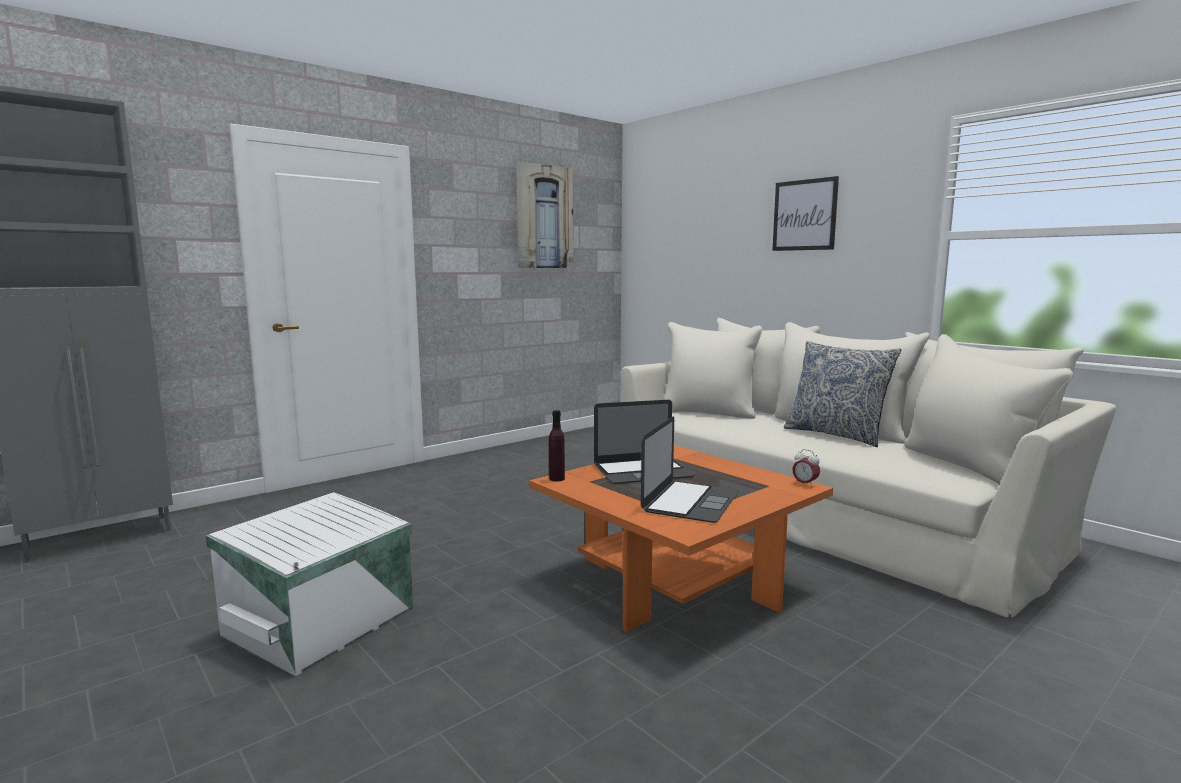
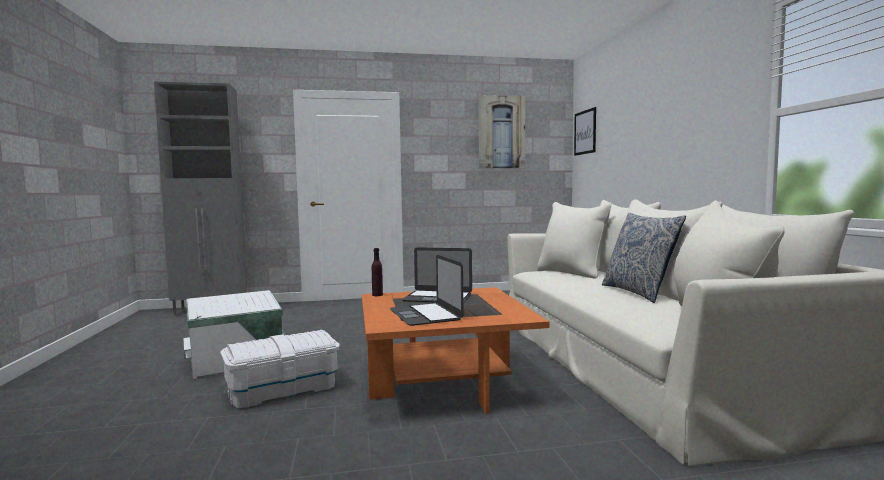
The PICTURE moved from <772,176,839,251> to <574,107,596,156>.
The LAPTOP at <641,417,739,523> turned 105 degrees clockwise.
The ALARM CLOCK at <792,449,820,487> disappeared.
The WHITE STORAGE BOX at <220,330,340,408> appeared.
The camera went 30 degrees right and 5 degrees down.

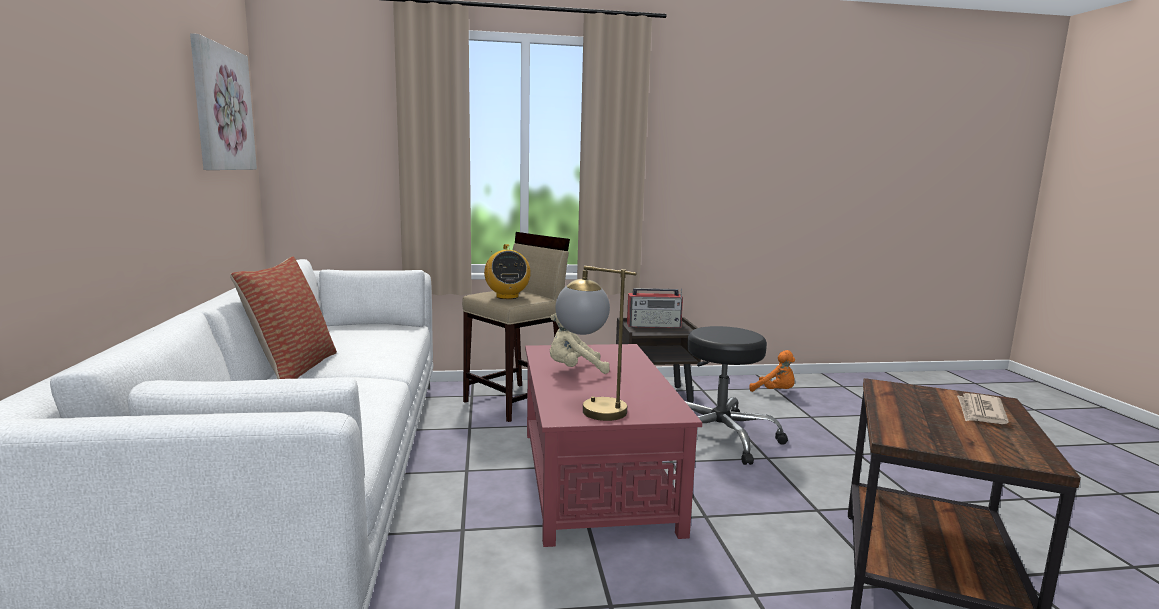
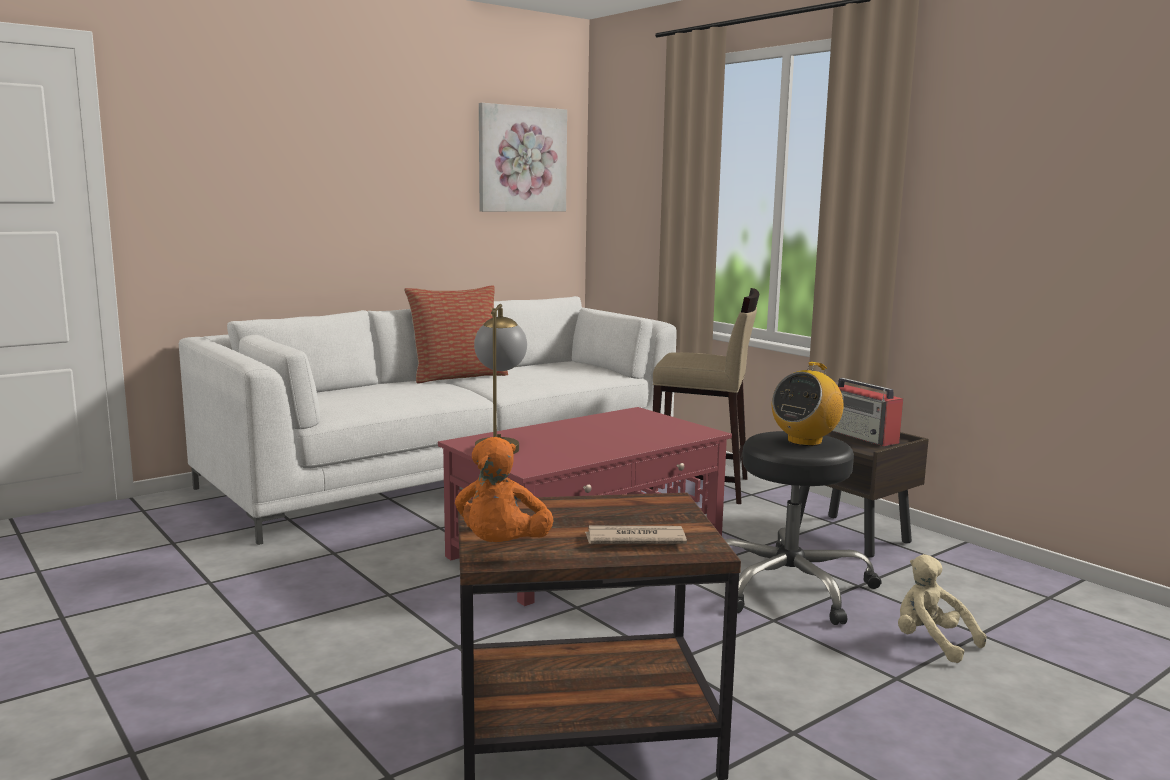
The RADIO moved from <484,244,531,299> to <772,362,844,446>.
The BEIGE PLUSH TOY moved from <550,313,610,374> to <898,554,987,663>.
The ORANGE PLUSH TOY moved from <749,350,795,392> to <455,437,553,542>.
The camera went 60 degrees right and 0 degrees up.

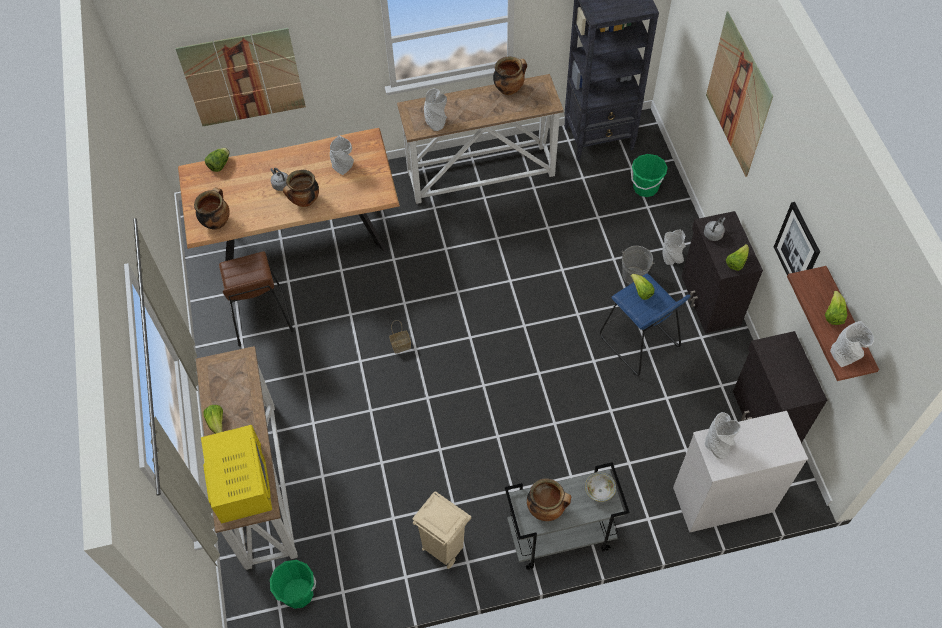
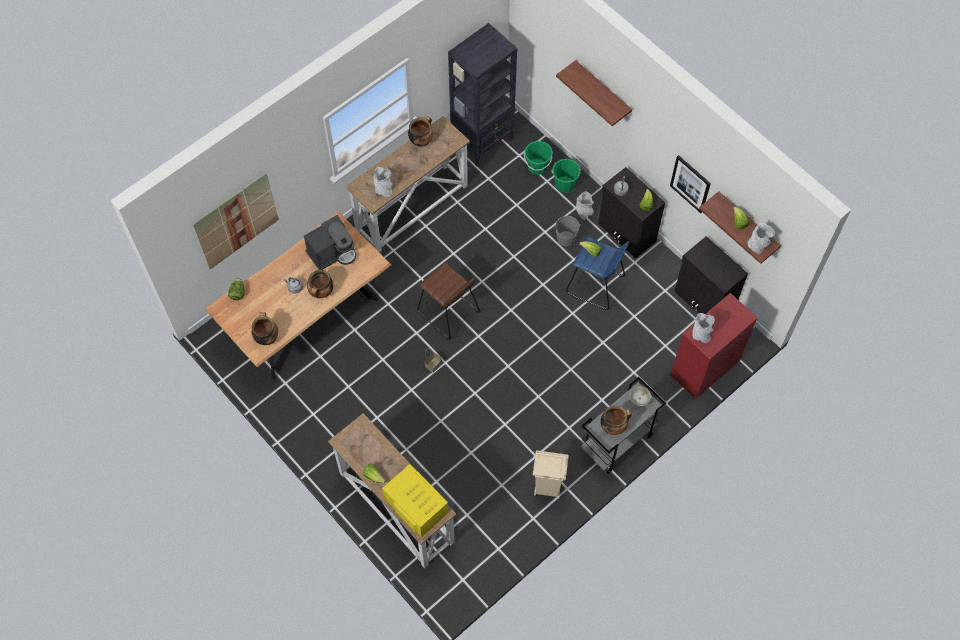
The PICTURE at <706,11,773,177> was replaced by the SHELF at <556,60,632,126>.
The GREY VASE at <330,135,354,175> was replaced by the COFFEE MACHINE at <304,215,356,270>.
The BROWN STOOL moved from <219,251,294,347> to <417,262,480,340>.
The WHITE DRESSER at <673,411,808,532> became the RED DRESSER at <670,293,758,399>.
The GREEN BUCKET moved from <270,560,316,609> to <551,159,581,193>.
The camera went 30 degrees left and 5 degrees up.

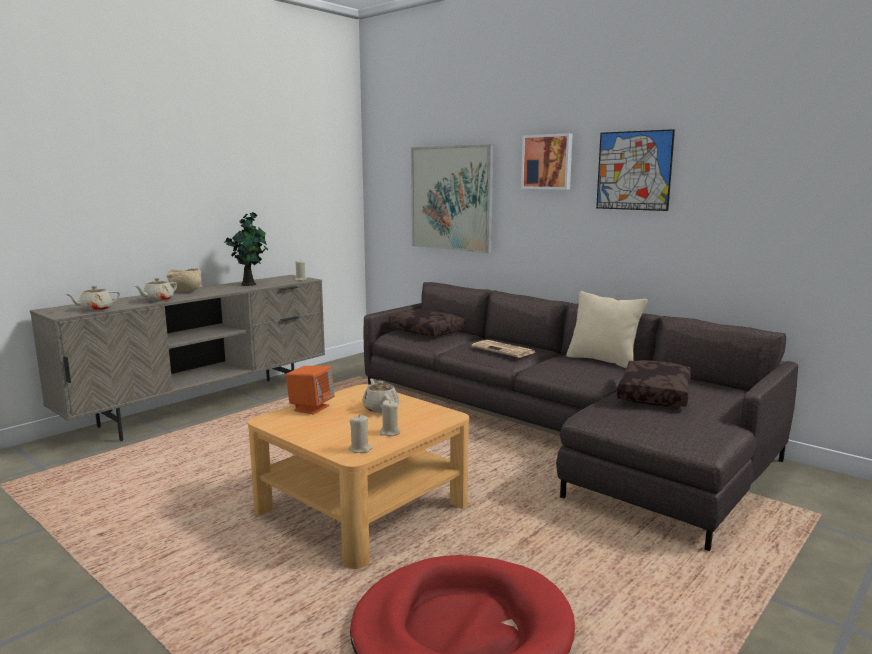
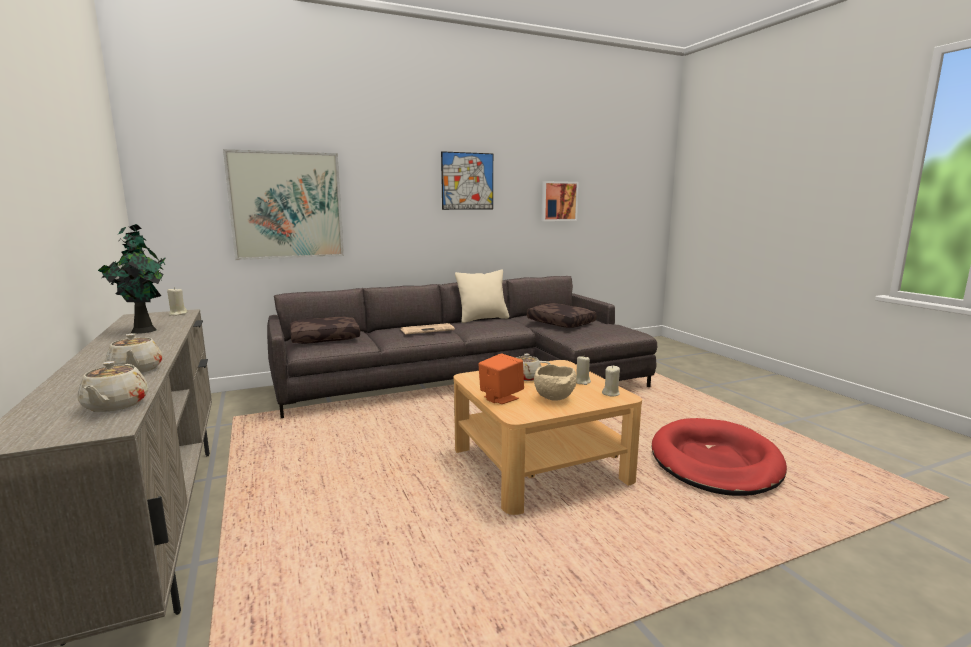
The PICTURE moved from <521,133,573,190> to <541,181,579,221>.
The BEIGE BOWL moved from <166,268,202,292> to <534,364,577,401>.
The camera went 65 degrees left and 0 degrees up.

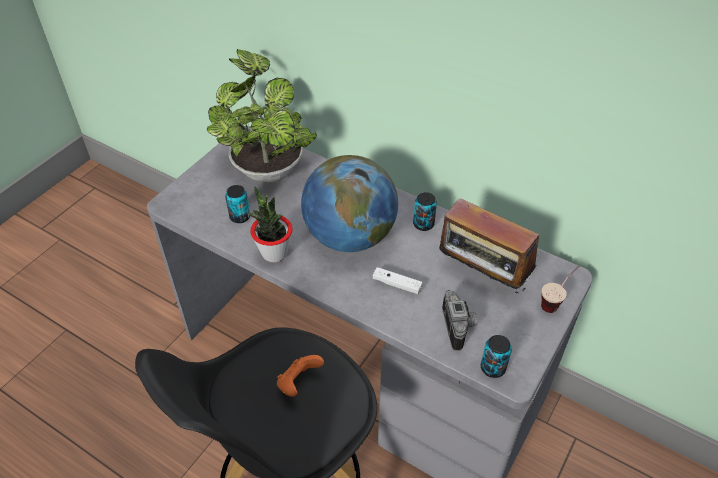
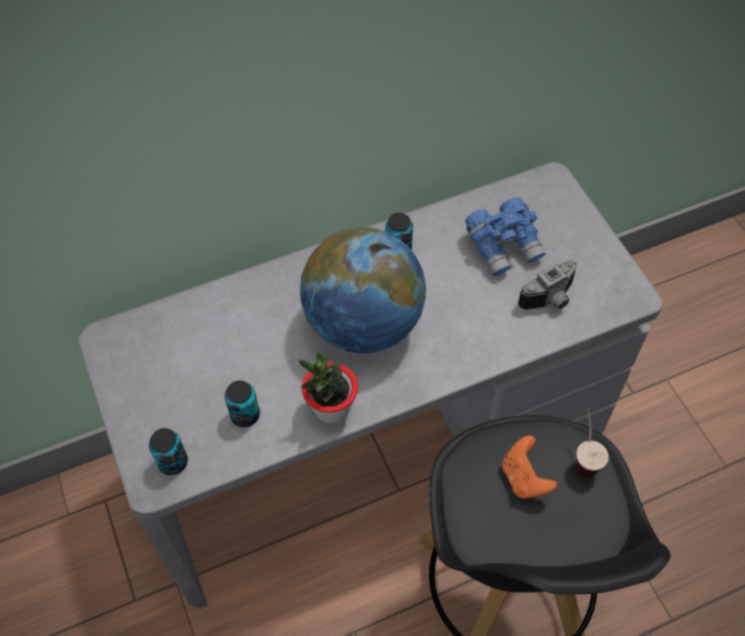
The POTTED PLANT at <207,49,317,184> disappeared.
The RADIO at <439,198,539,294> was replaced by the BLUE BINOCULARS at <465,197,545,275>.
The CUP moved from <541,266,580,313> to <577,408,609,477>.
The WHITE GAME CONTROLLER at <373,267,422,294> disappeared.
The PHOTO CAMERA at <442,290,478,351> turned 120 degrees clockwise.
The CAN moved from <481,335,512,378> to <149,428,188,475>.
The camera went 55 degrees left and 10 degrees up.

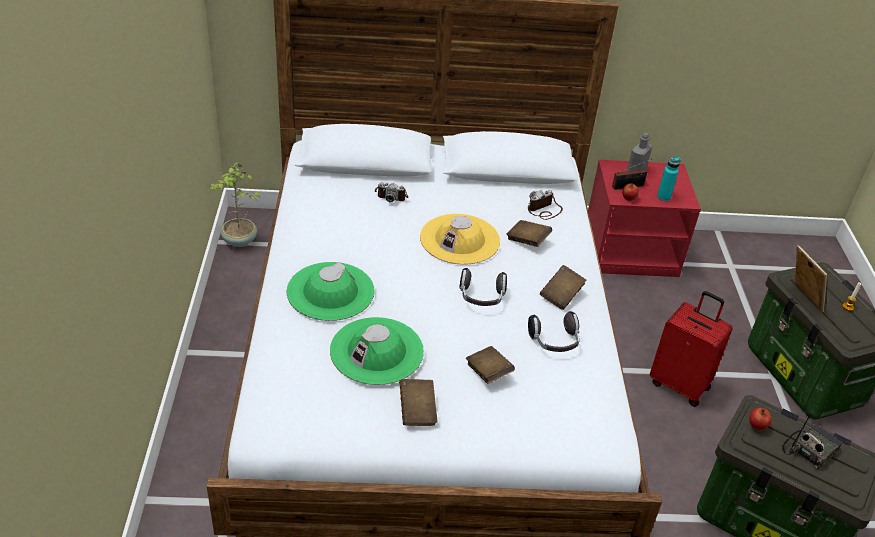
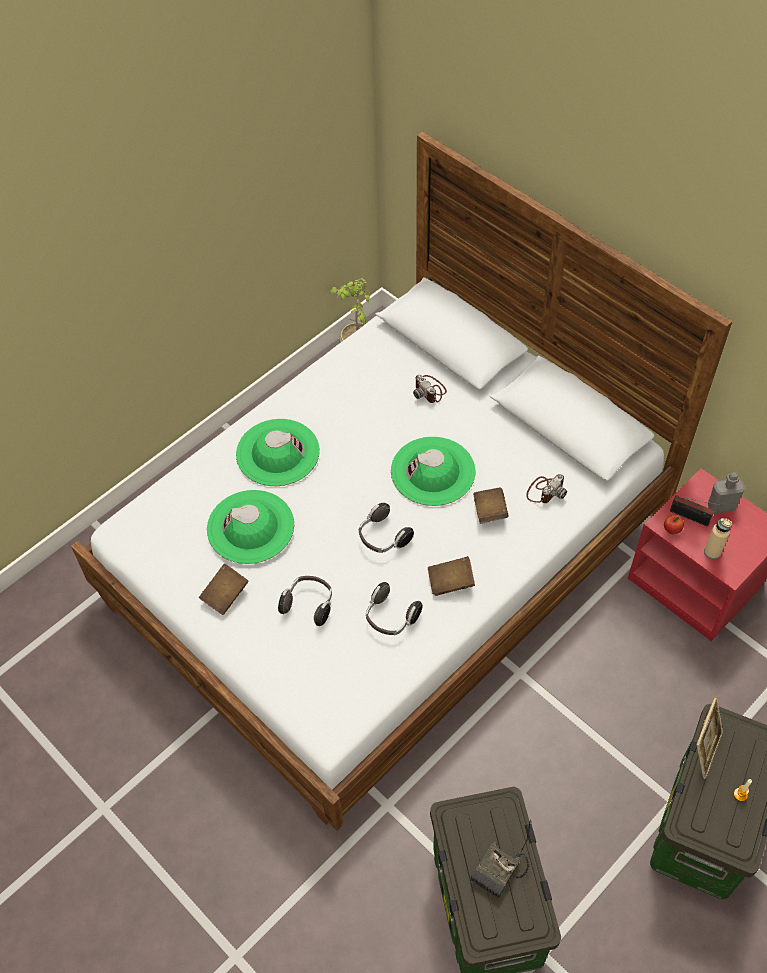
The TURQUOISE BOTTLE at <657,157,681,201> became the BEIGE BOTTLE at <704,518,732,559>.
The PHOTO CAMERA at <528,190,563,220> turned 120 degrees clockwise.
The YELLOW HAT at <420,214,500,265> became the GREEN HAT at <391,437,475,506>.
The RED SUITCASE at <650,291,733,407> disappeared.
The BROWN BOOK at <466,346,515,384> was replaced by the HEADPHONES at <278,576,332,626>.
The APPLE at <749,407,772,430> disappeared.
The RADIO at <782,412,843,470> turned 120 degrees clockwise.
The camera went 50 degrees right and 15 degrees up.

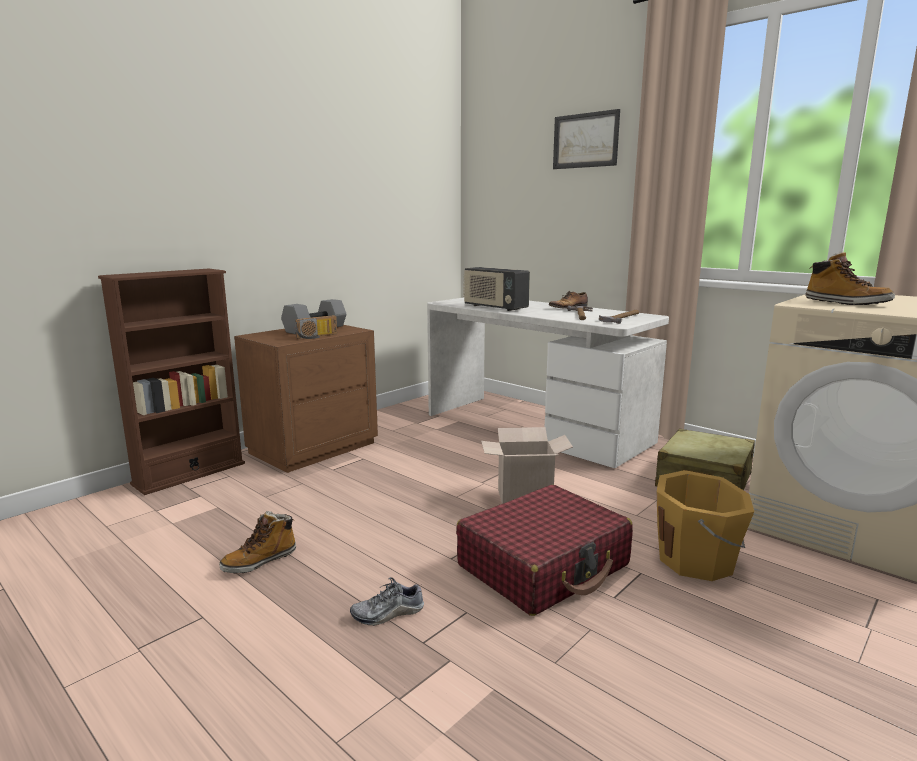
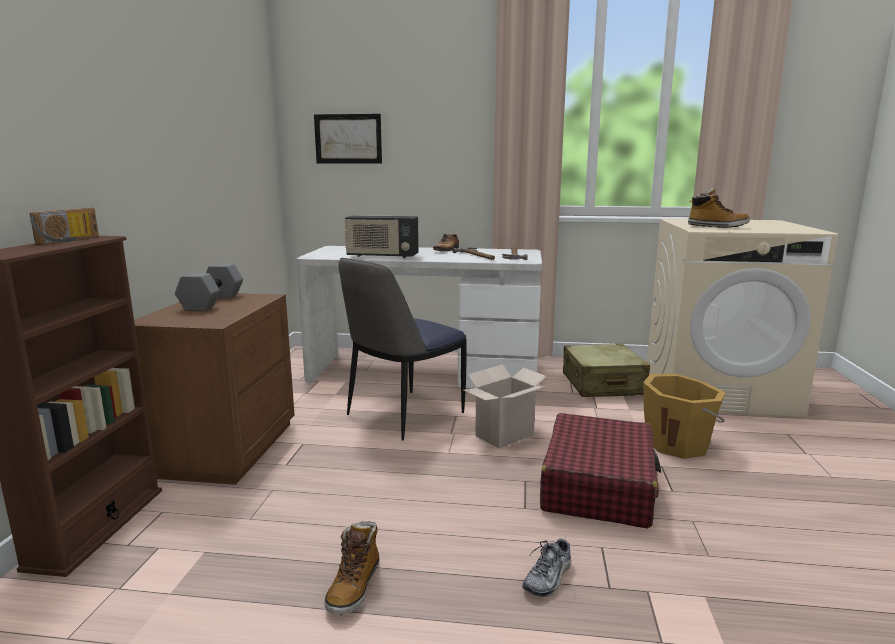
The PICTURE moved from <553,109,620,169> to <314,114,382,163>.
The RADIO moved from <294,315,337,339> to <30,208,99,244>.
The CHAIR at <338,258,467,440> appeared.
The camera went 35 degrees left and 0 degrees up.

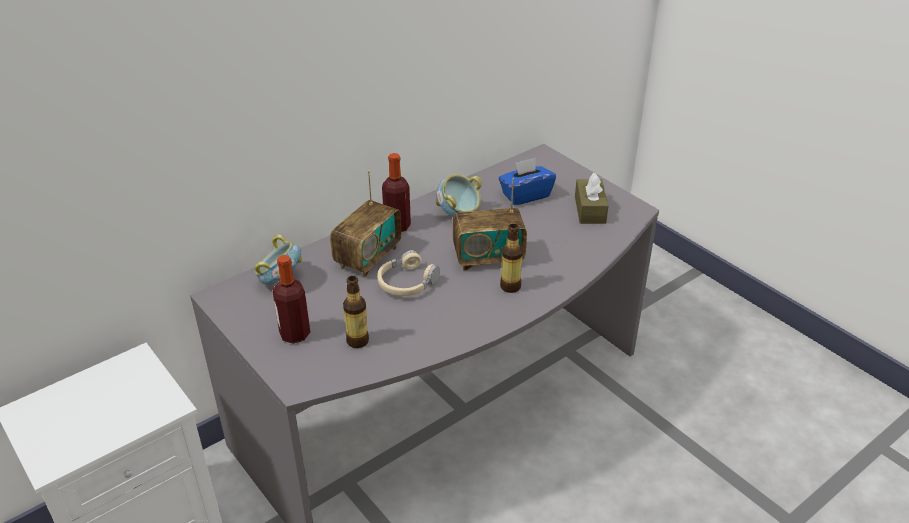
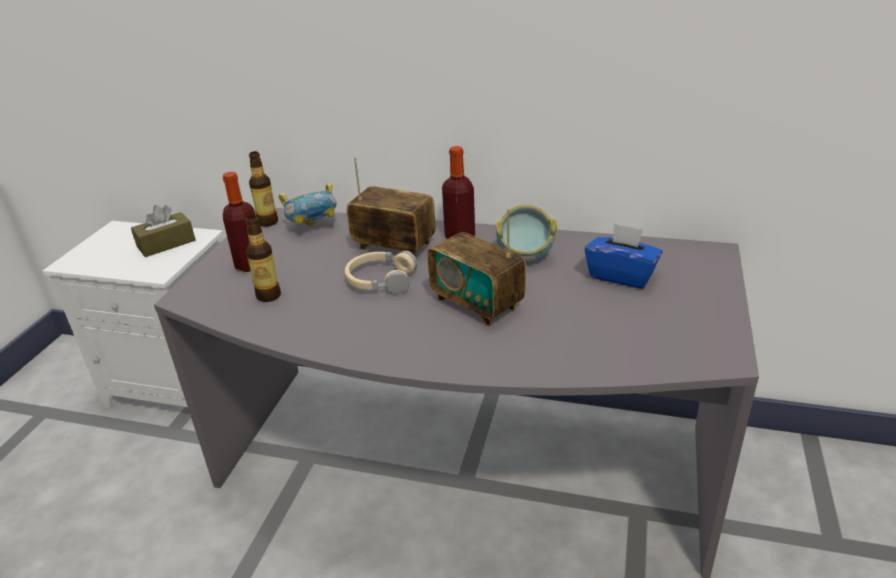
The RADIO at <330,170,401,277> turned 150 degrees counterclockwise.
The BROWN TISSUE BOX moved from <575,172,608,224> to <131,205,195,257>.
The BOTTLE moved from <500,224,523,293> to <249,151,278,227>.
The camera went 55 degrees right and 5 degrees down.

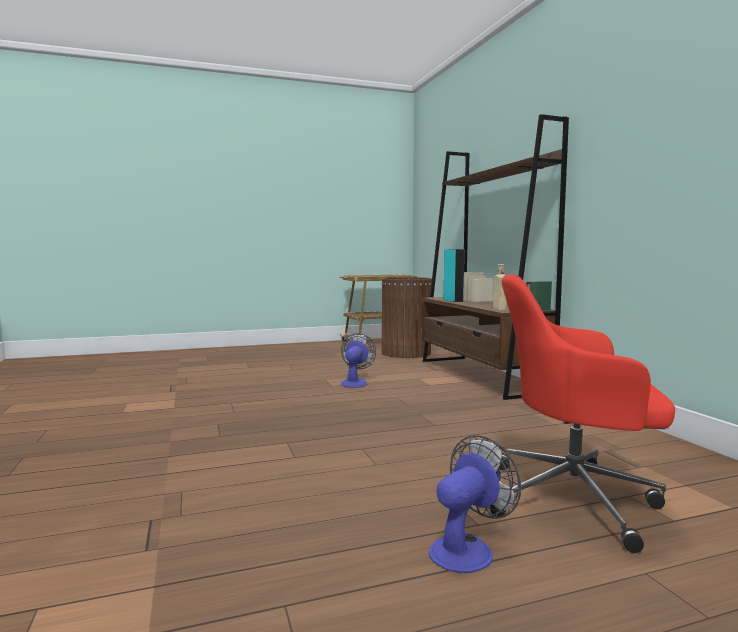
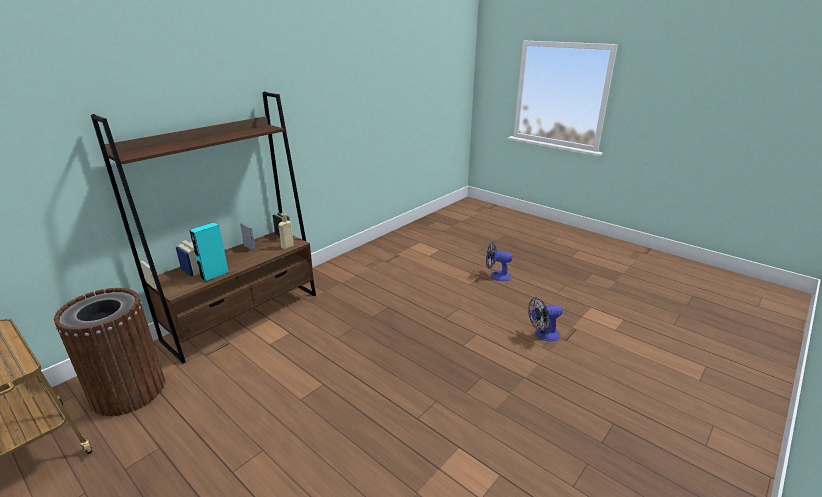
The RED OFFICE CHAIR at <490,274,675,553> disappeared.
The FAN moved from <341,333,376,388> to <528,297,563,341>.
The camera went 120 degrees left and 20 degrees up.

